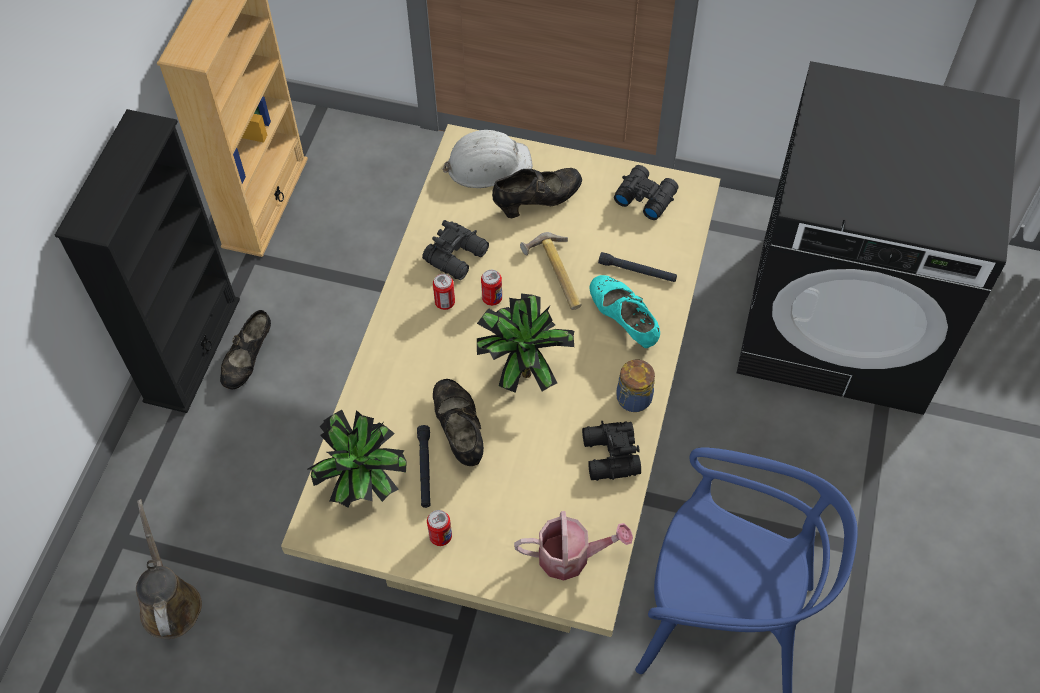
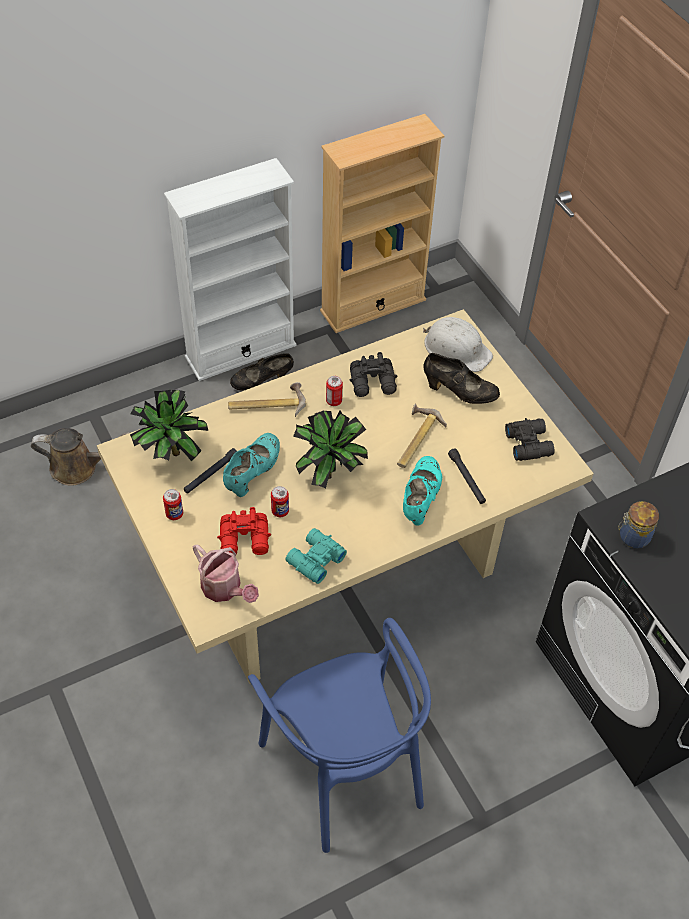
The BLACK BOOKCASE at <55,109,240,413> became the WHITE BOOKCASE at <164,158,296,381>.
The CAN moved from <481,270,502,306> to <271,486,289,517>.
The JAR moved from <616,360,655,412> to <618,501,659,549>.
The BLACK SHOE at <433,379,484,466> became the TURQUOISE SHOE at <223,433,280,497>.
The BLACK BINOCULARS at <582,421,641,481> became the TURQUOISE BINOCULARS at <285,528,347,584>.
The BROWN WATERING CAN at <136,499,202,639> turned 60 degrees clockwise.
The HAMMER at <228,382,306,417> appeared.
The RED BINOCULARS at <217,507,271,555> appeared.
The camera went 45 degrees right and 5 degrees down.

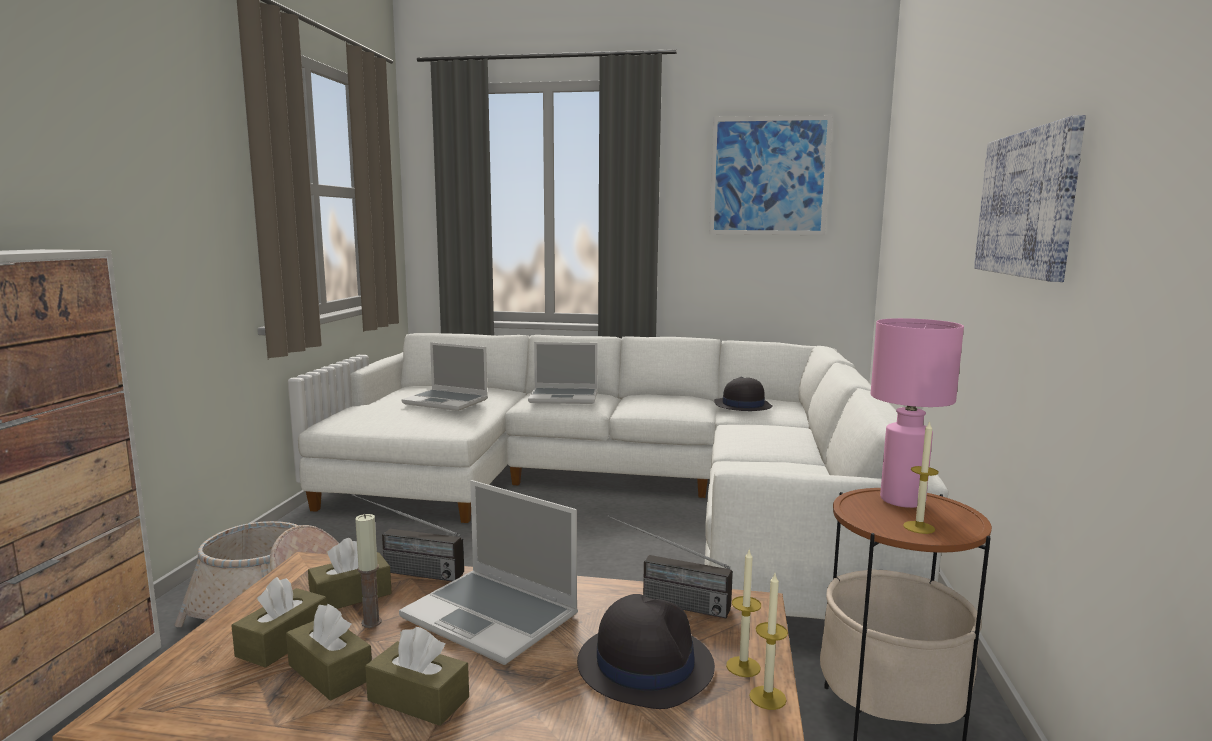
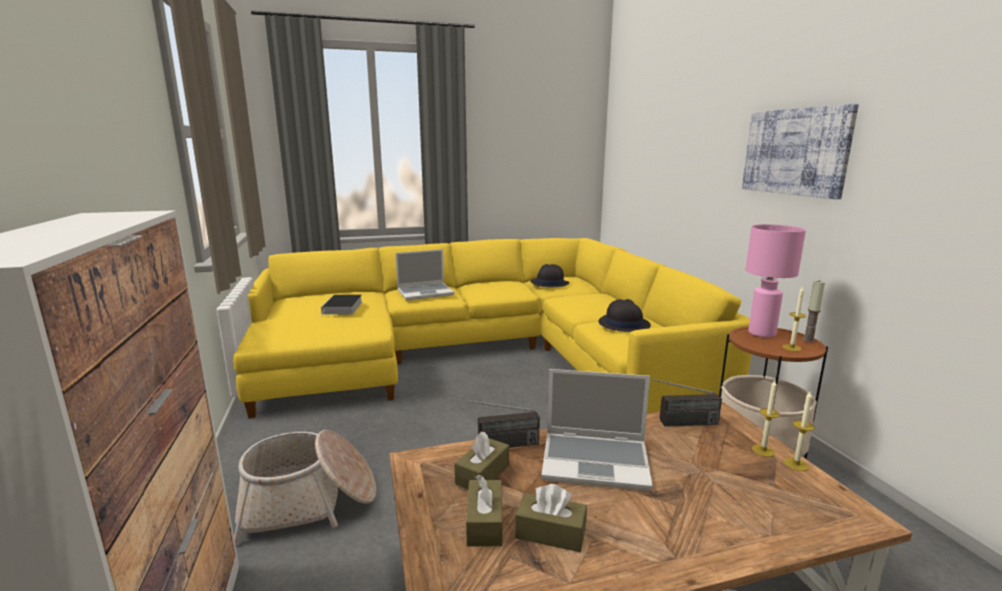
The PICTURE at <709,115,833,235> disappeared.
The WHITE SOFA at <298,333,949,619> became the YELLOW SOFA at <233,238,752,418>.
The LAPTOP at <401,342,488,411> was replaced by the BOOK at <321,295,362,317>.
The CANDLE moved from <355,514,382,628> to <803,280,825,342>.
The BLACK HAT moved from <577,594,715,709> to <598,299,651,332>.
The BROWN TISSUE BOX at <365,627,469,726> disappeared.
The camera went 25 degrees left and 5 degrees up.

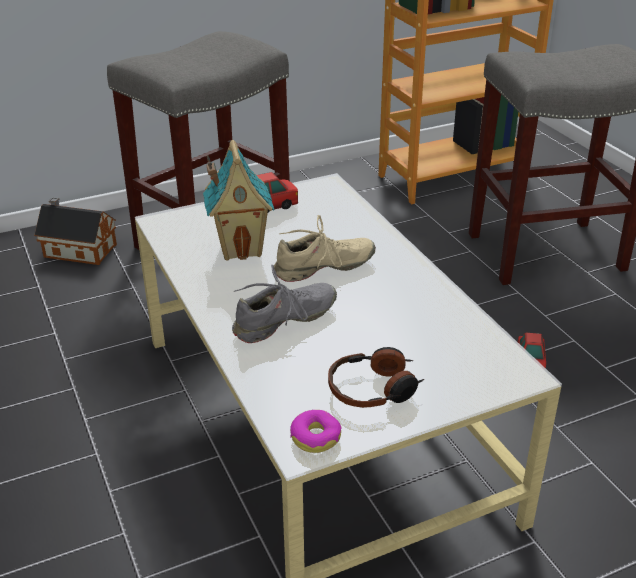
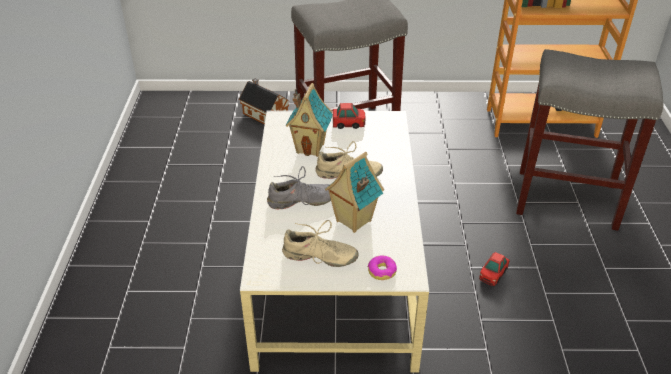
The HEADPHONES at <328,347,424,408> was replaced by the BEIGE SHOE at <282,220,359,267>.
The DONUT moved from <290,410,342,453> to <368,256,397,280>.
The TOY HOUSE at <325,152,384,233> appeared.
The camera went 25 degrees right and 5 degrees up.

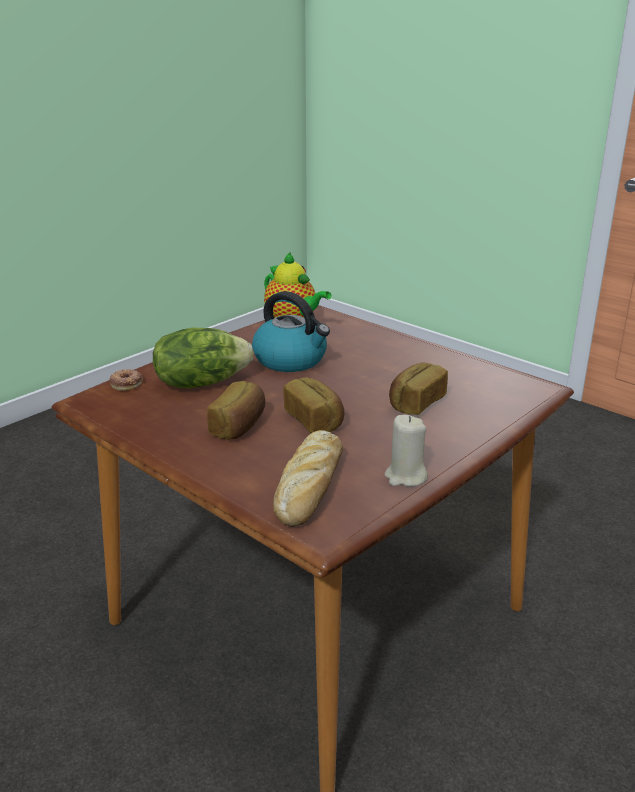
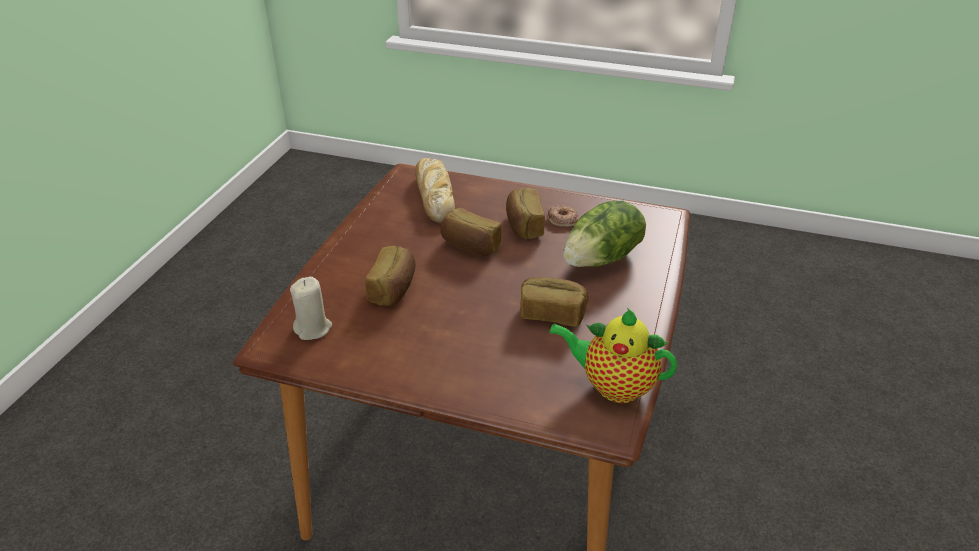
The KETTLE at <252,291,330,372> was replaced by the BREAD at <520,277,588,327>.
The DONUT moved from <110,369,143,391> to <548,205,578,227>.
The BEIGE CANDLE moved from <385,415,428,487> to <290,277,332,340>.
The camera went 155 degrees right and 10 degrees up.

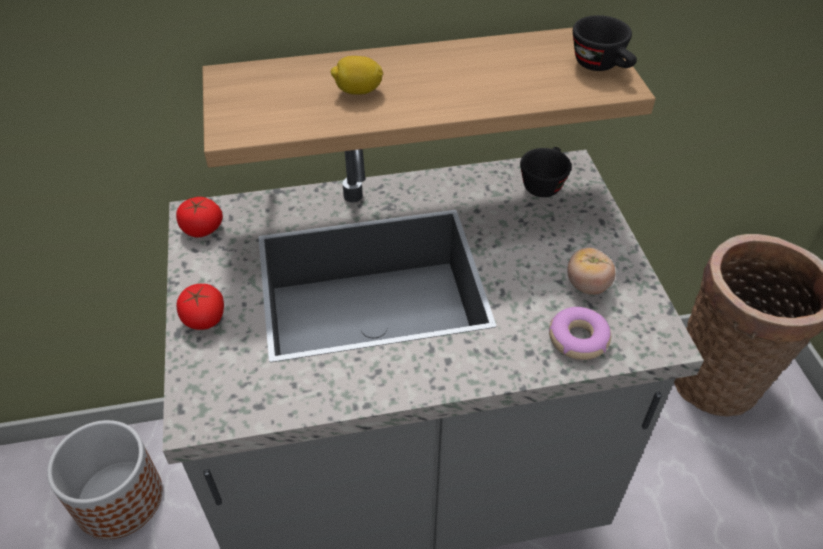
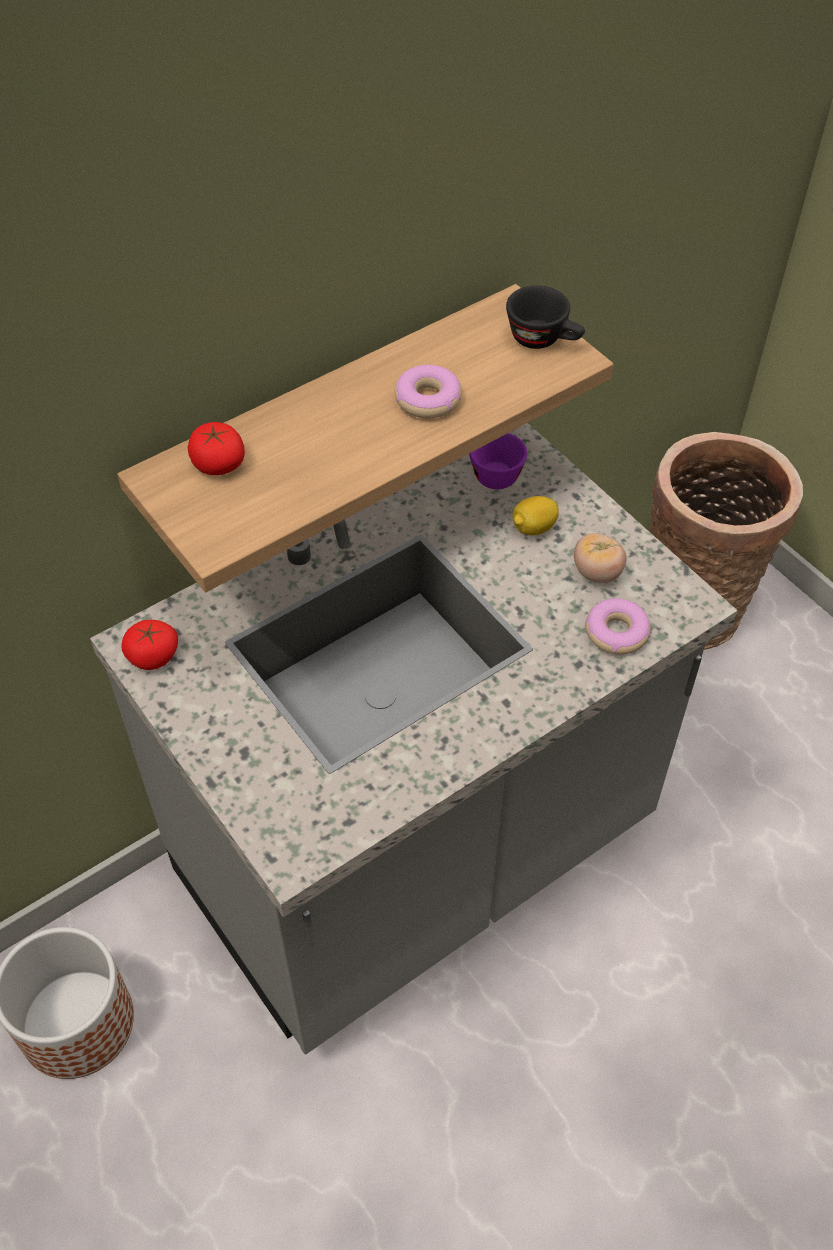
The LEMON moved from <331,56,383,95> to <512,496,559,535>.
The BLACK CUP at <520,147,571,197> became the PURPLE CUP at <469,433,527,489>.
The TOMATO moved from <177,284,224,330> to <188,422,245,475>.
The DONUT at <395,365,462,418> appeared.
The camera went 25 degrees left and 5 degrees up.

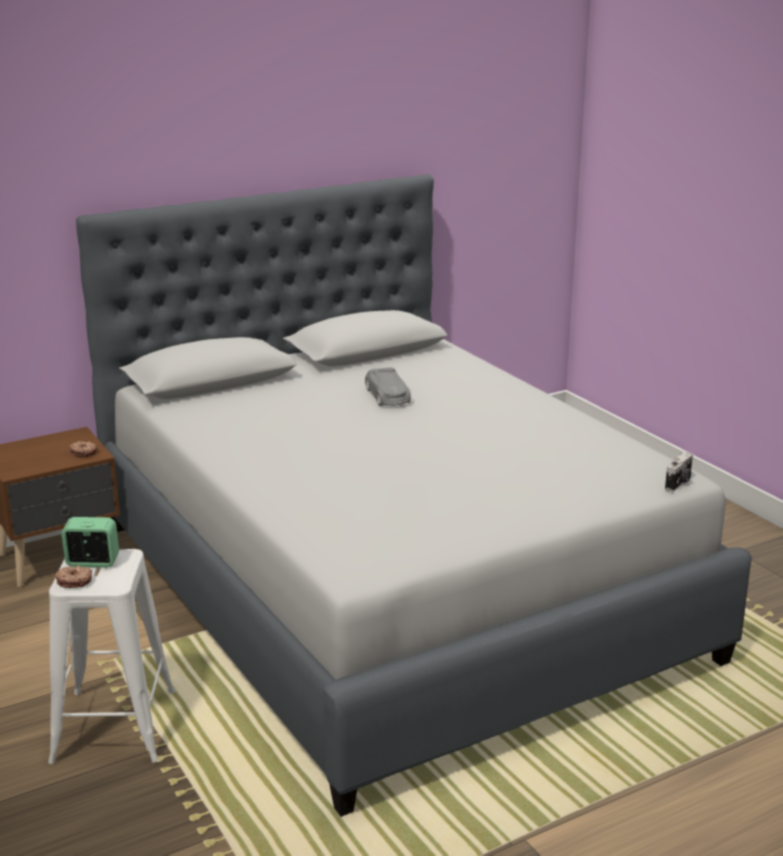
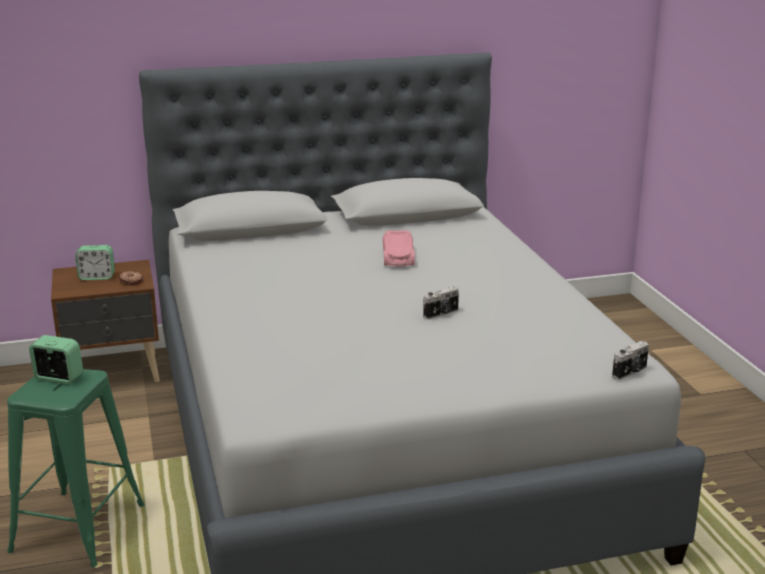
The GREY TOY CAR at <365,367,411,406> became the PINK TOY CAR at <383,230,415,267>.
The WHITE STOOL at <48,549,175,764> became the GREEN STOOL at <7,369,145,568>.
The DONUT at <55,565,92,588> disappeared.
The ALARM CLOCK at <75,245,115,280> appeared.
The PHOTO CAMERA at <423,286,459,319> appeared.
The camera went 15 degrees right and 0 degrees up.

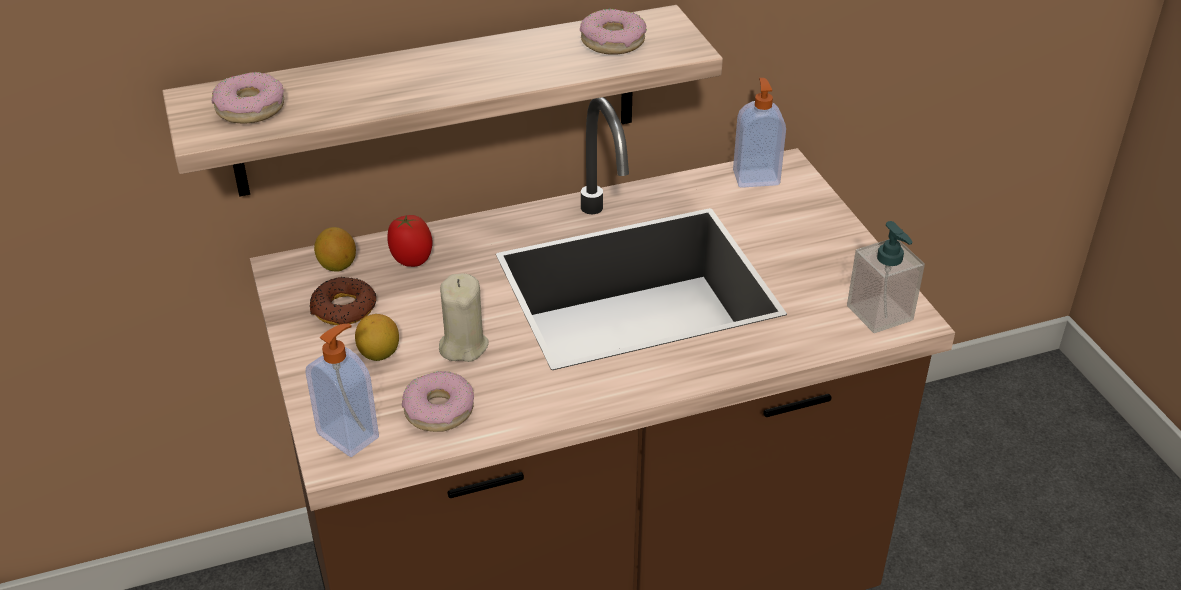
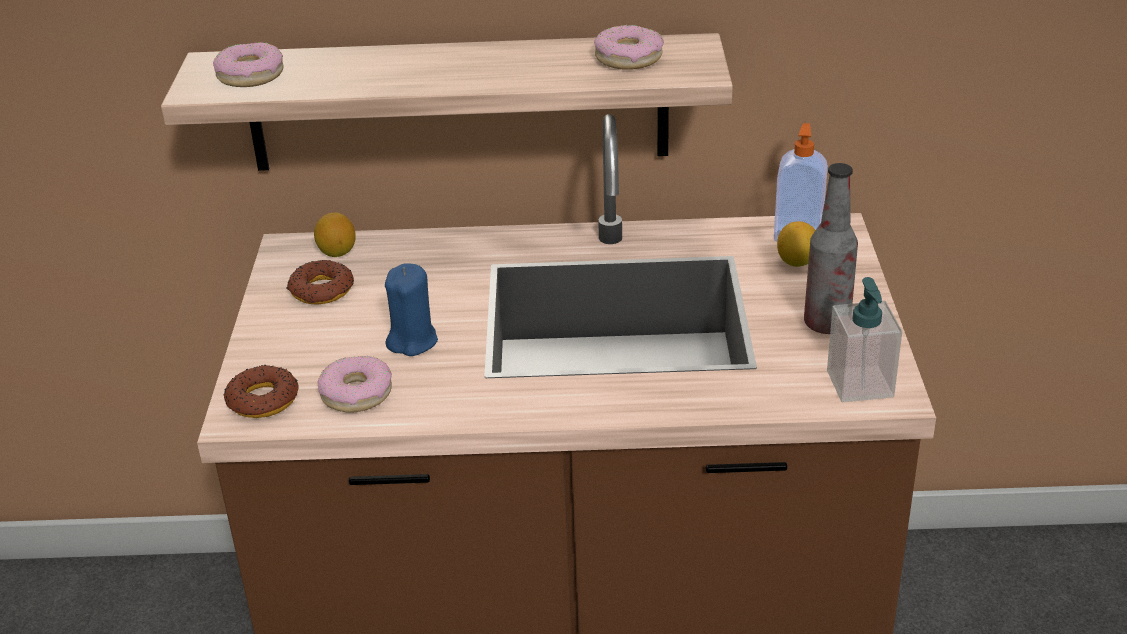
The TOMATO at <388,215,432,267> disappeared.
The BEIGE CANDLE at <439,274,489,362> became the BLUE CANDLE at <385,263,438,356>.
The LEMON moved from <355,314,399,361> to <777,221,815,267>.
The SOAP DISPENSER at <305,323,379,457> was replaced by the DONUT at <224,365,299,418>.
The BOTTLE at <804,163,858,334> appeared.
The camera went 20 degrees right and 5 degrees down.

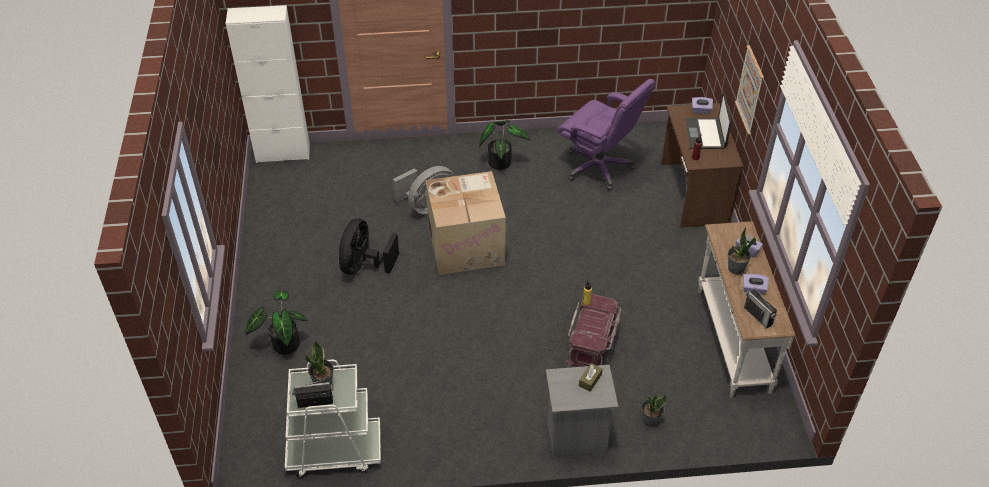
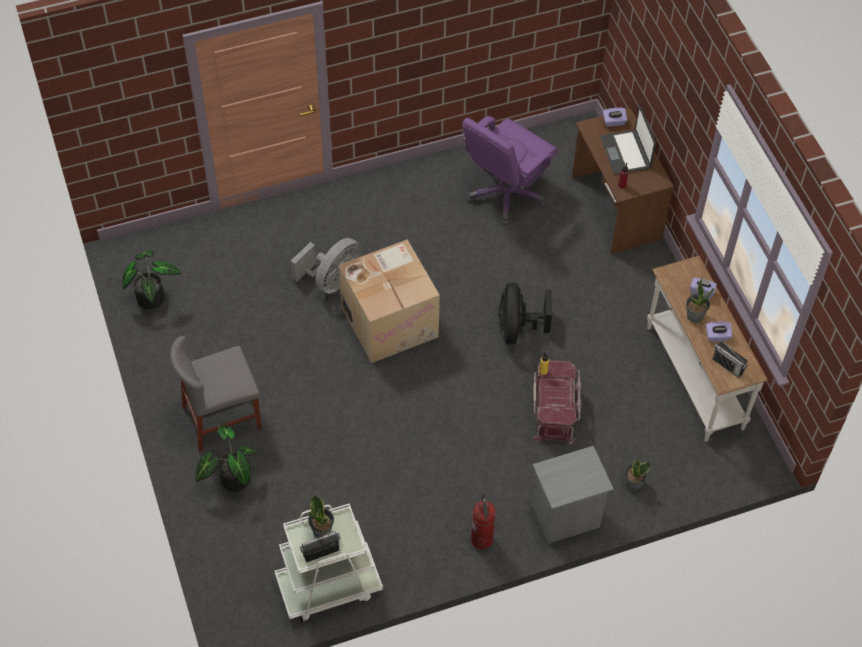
The WHITE CABINET at <225,5,310,163> disappeared.
The PICTURE at <735,45,764,135> disappeared.
The PURPLE OFFICE CHAIR at <557,79,655,191> turned 105 degrees clockwise.
The POTTED PLANT moved from <479,120,530,170> to <122,250,181,309>.
The BLACK FAN moved from <339,219,399,275> to <498,283,552,345>.
The BROWN TISSUE BOX at <579,363,603,392> disappeared.
The GREY CHAIR at <170,336,262,451> appeared.
The FIRE EXTINGUISHER at <471,494,496,549> appeared.
The camera went 15 degrees left and 10 degrees up.

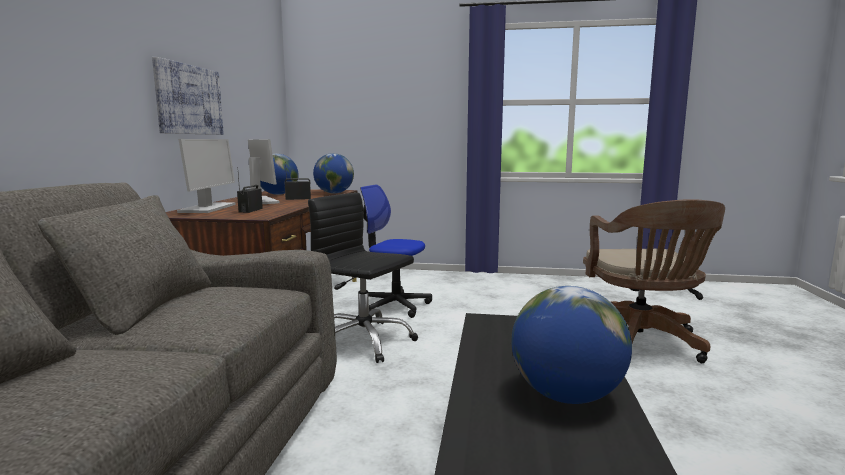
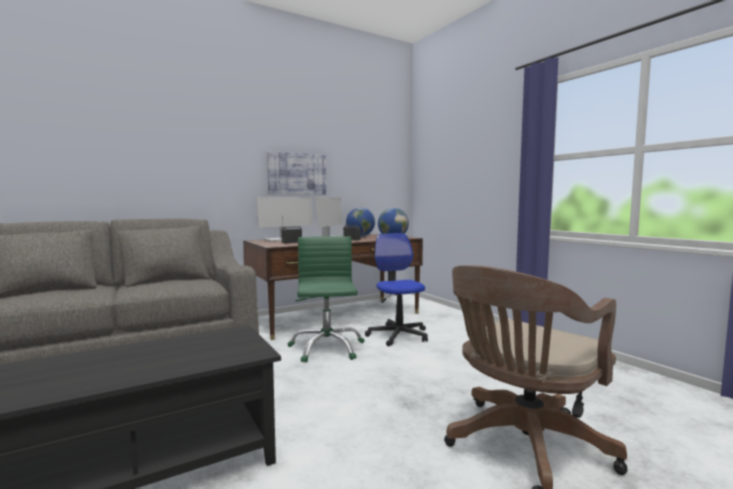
The BLACK OFFICE CHAIR at <308,193,418,363> became the GREEN OFFICE CHAIR at <288,236,364,363>.
The GLOBE at <511,286,632,404> disappeared.
The camera went 50 degrees right and 5 degrees down.

